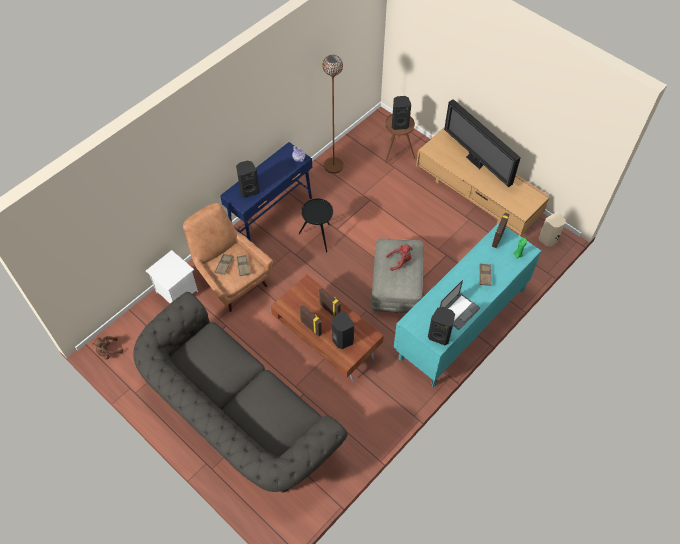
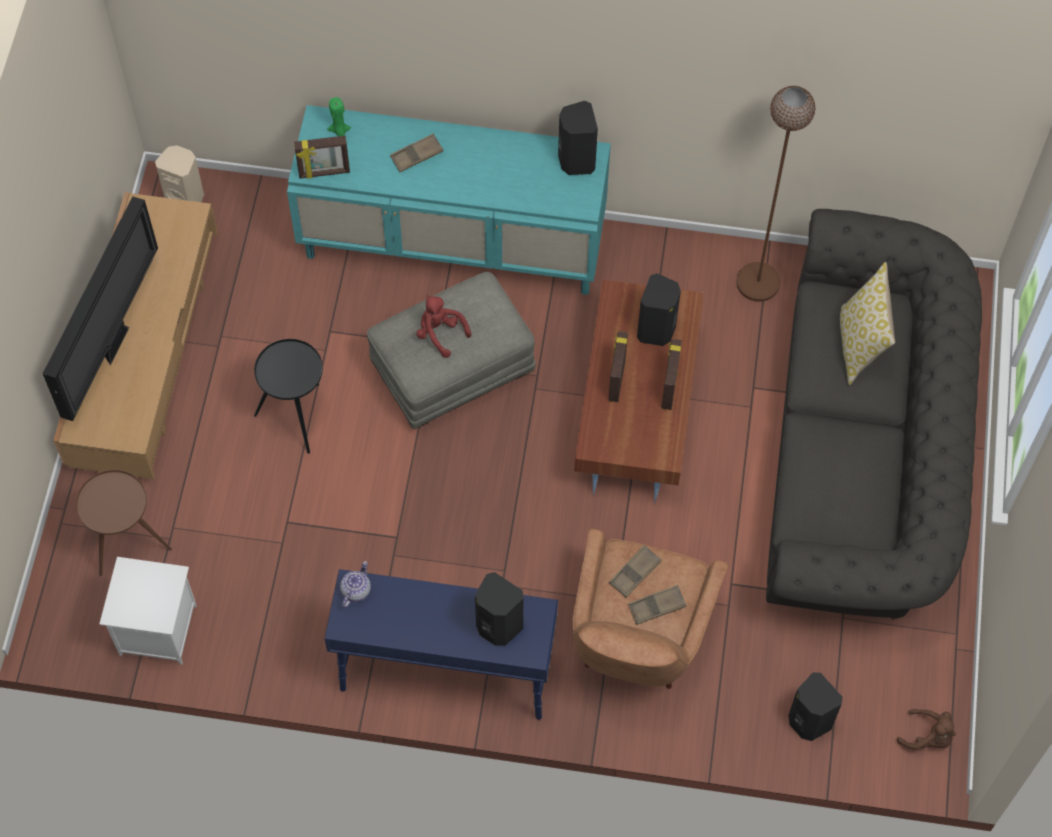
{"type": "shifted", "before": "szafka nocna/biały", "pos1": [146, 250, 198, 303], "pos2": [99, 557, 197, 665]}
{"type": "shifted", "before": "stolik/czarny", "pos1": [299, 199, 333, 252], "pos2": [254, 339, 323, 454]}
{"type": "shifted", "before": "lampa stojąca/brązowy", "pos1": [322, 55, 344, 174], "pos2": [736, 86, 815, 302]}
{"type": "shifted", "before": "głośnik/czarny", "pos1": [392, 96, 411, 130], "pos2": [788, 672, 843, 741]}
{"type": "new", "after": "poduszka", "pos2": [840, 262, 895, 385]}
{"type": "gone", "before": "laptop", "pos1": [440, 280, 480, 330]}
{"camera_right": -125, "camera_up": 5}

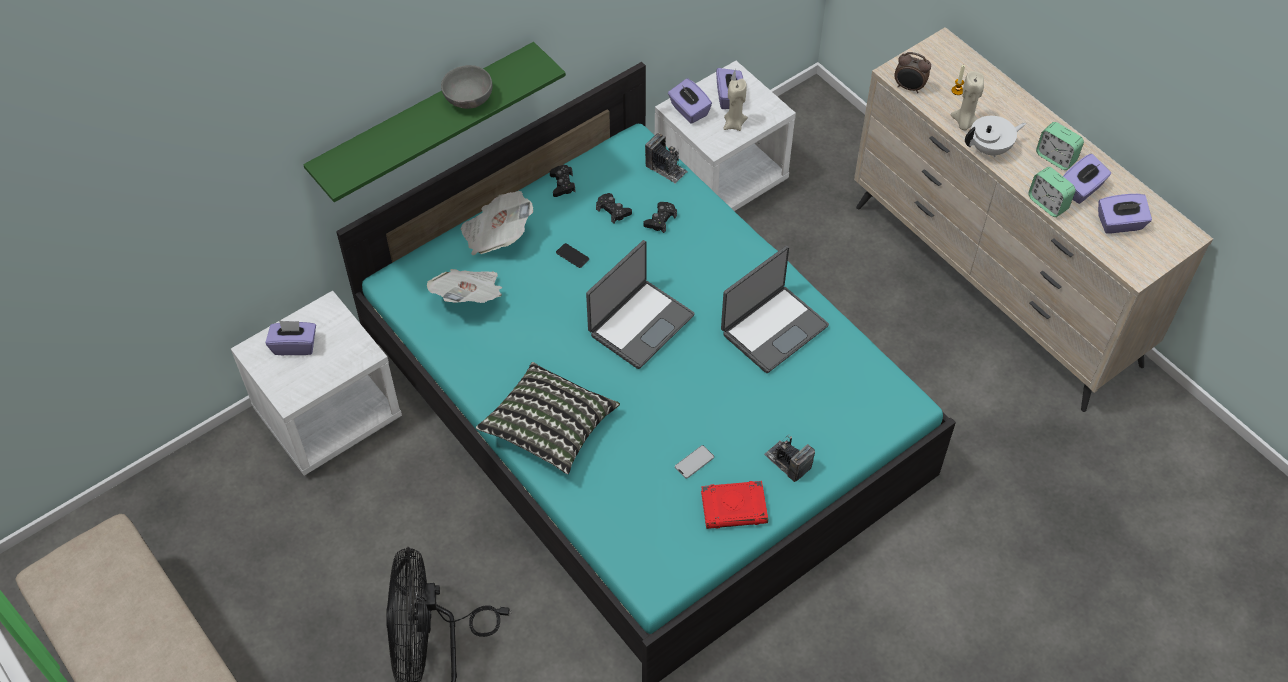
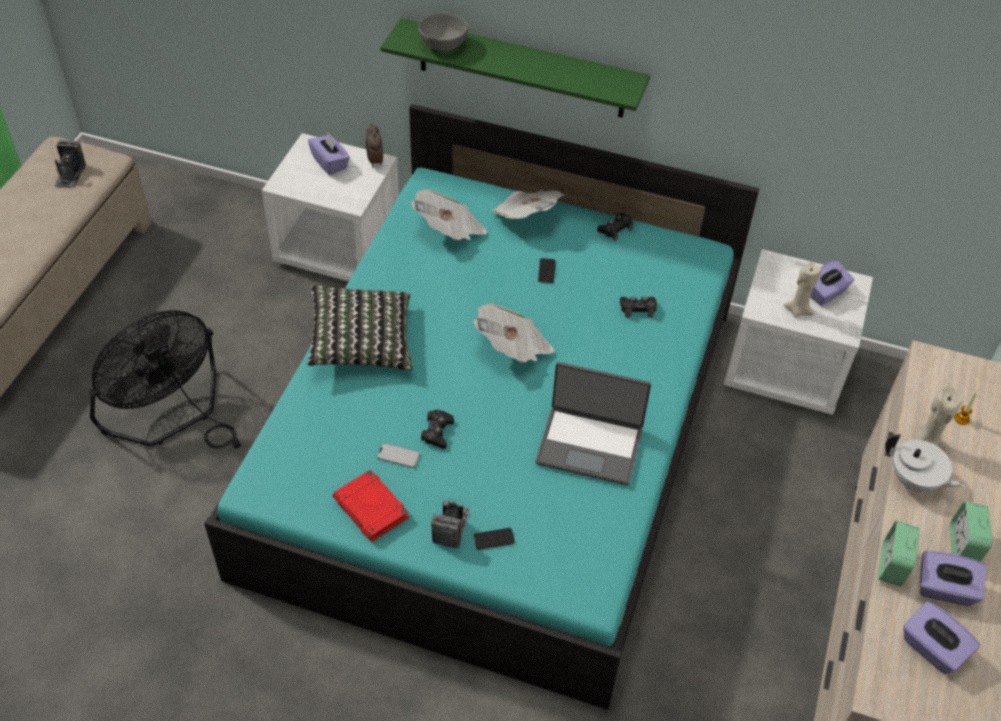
{"type": "shifted", "before": "aparat fotograficzny", "pos1": [645, 133, 688, 184], "pos2": [54, 140, 86, 188]}
{"type": "shifted", "before": "budzik", "pos1": [894, 52, 931, 93], "pos2": [366, 123, 383, 168]}
{"type": "shifted", "before": "miska/szary", "pos1": [441, 65, 492, 109], "pos2": [418, 13, 468, 51]}
{"type": "shifted", "before": "pad do gier/czarny", "pos1": [596, 193, 632, 223], "pos2": [421, 410, 454, 449]}
{"type": "swapped", "before": "laptop", "after": "gazeta", "pos1": [586, 240, 695, 369], "pos2": [473, 303, 555, 363]}
{"type": "new", "after": "telefon", "pos2": [474, 528, 515, 550]}
{"type": "gone", "before": "pudełko chusteczek/fioletowy", "pos1": [668, 78, 712, 124]}
{"camera_right": 55, "camera_up": -5}

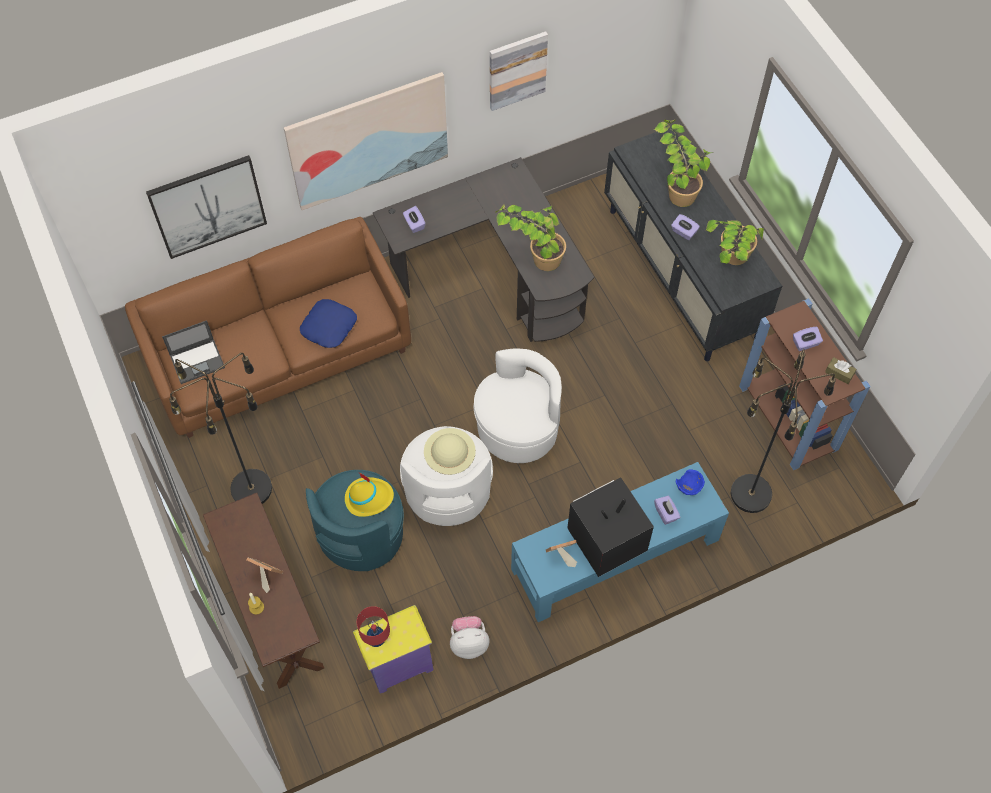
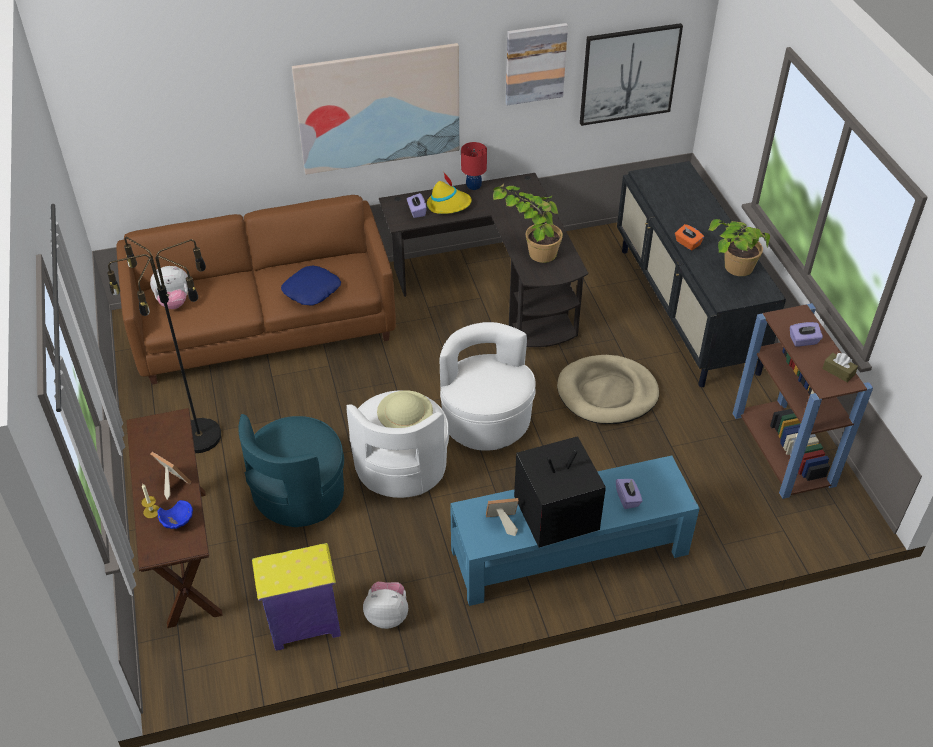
{"type": "swapped", "before": "laptop", "after": "pluszak", "pos1": [162, 320, 225, 384], "pos2": [150, 266, 188, 309]}
{"type": "shifted", "before": "miska/niebieski", "pos1": [675, 470, 705, 495], "pos2": [157, 500, 193, 529]}
{"type": "shifted", "before": "kapelusz/żółty", "pos1": [345, 473, 394, 517], "pos2": [427, 173, 472, 214]}
{"type": "rotated", "before": "fotel/biały", "pos1": [474, 349, 562, 463], "pos2": [440, 322, 536, 451], "turn": -75}
{"type": "shifted", "before": "lampa stołowa/czerwony", "pos1": [357, 606, 390, 647], "pos2": [461, 142, 487, 190]}
{"type": "new", "after": "legowisko/beżowy", "pos2": [557, 355, 659, 424]}
{"type": "shifted", "before": "obraz", "pos1": [146, 155, 267, 259], "pos2": [580, 23, 683, 126]}
{"type": "repainted", "before": "pudełko chusteczek/fioletowy", "after": "pudełko chusteczek/pomarańczowy", "pos1": [671, 214, 700, 240], "pos2": [675, 224, 704, 250]}
{"type": "gone", "before": "roślina doniczkowa", "pos1": [654, 120, 711, 207]}
{"type": "gone", "before": "lampa stojąca", "pos1": [731, 349, 836, 513]}
{"camera_right": 10, "camera_up": -15}

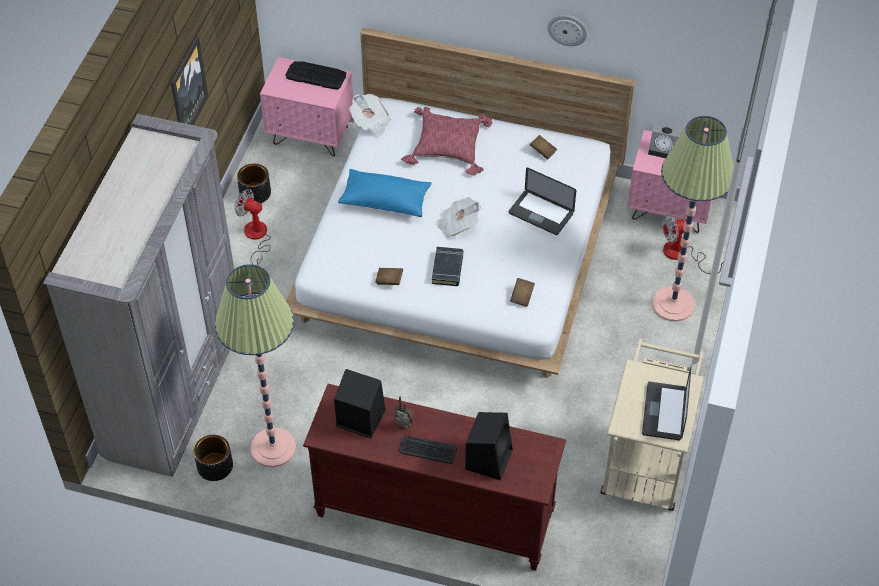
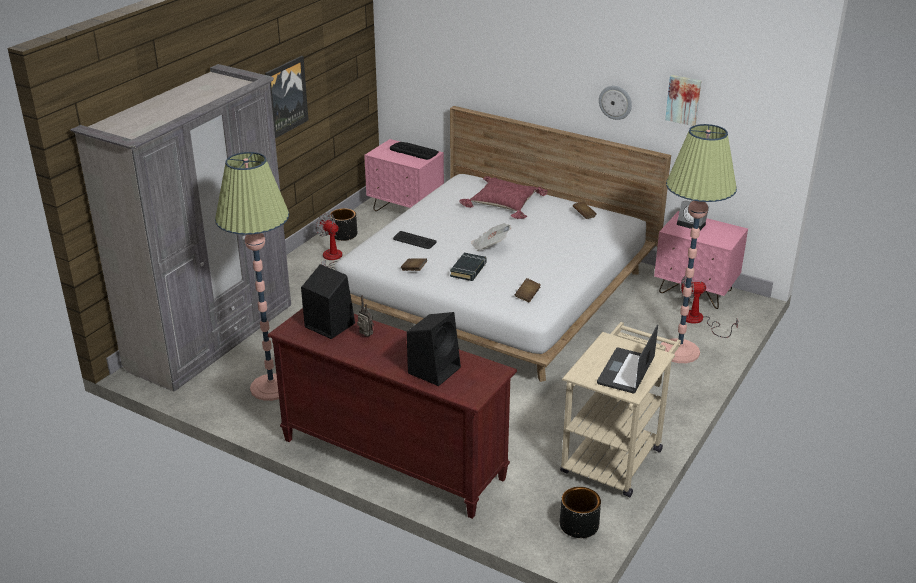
{"type": "shifted", "before": "klawiatura", "pos1": [399, 435, 457, 464], "pos2": [393, 231, 436, 249]}
{"type": "shifted", "before": "donica/czarny", "pos1": [194, 435, 233, 481], "pos2": [560, 487, 601, 538]}
{"type": "new", "after": "obraz", "pos2": [665, 75, 701, 126]}
{"type": "gone", "before": "poduszka/niebieski", "pos1": [338, 169, 432, 217]}
{"type": "gone", "before": "gazeta", "pos1": [349, 94, 391, 136]}
{"type": "gone", "before": "laptop", "pos1": [509, 167, 576, 235]}
{"camera_right": 15, "camera_up": -20}

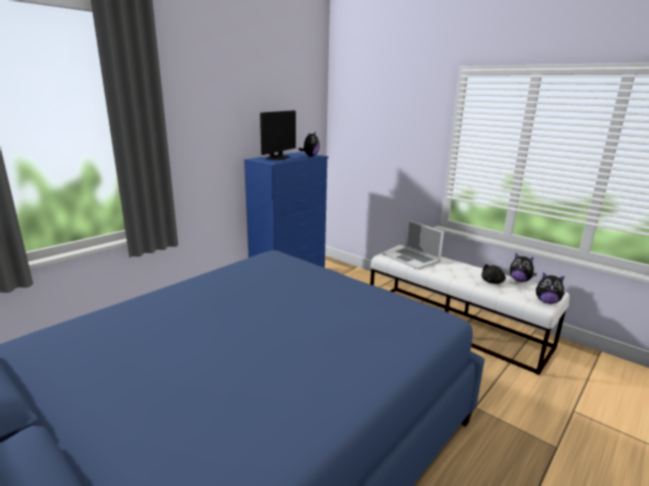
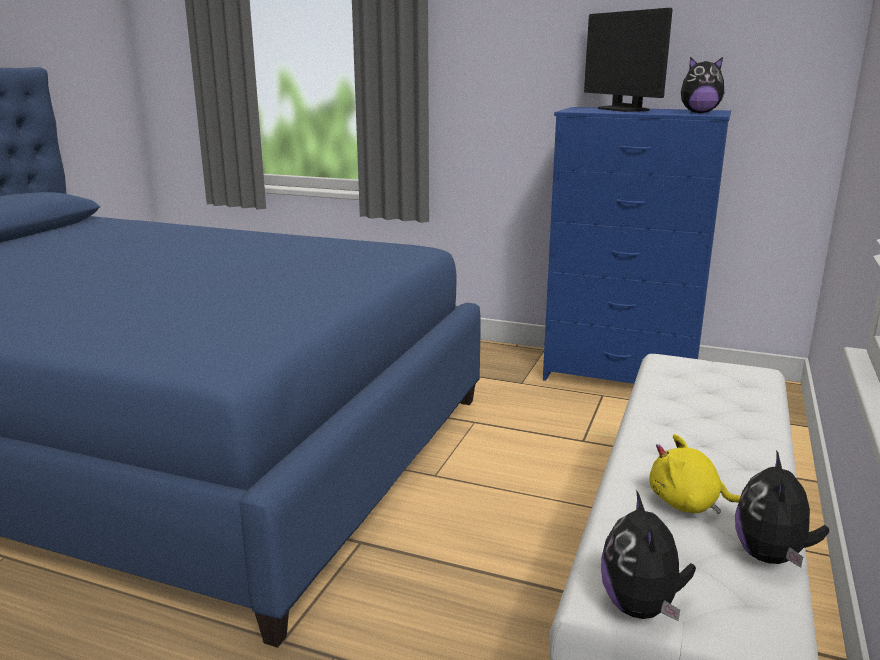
{"type": "rotated", "before": "monitor", "pos1": [260, 110, 296, 160], "pos2": [584, 8, 673, 112], "turn": 60}
{"type": "repainted", "before": "pluszak/czarny", "after": "pluszak/żółty", "pos1": [481, 264, 506, 284], "pos2": [649, 434, 741, 514]}
{"type": "gone", "before": "laptop", "pos1": [383, 220, 444, 270]}
{"camera_right": 70, "camera_up": 0}

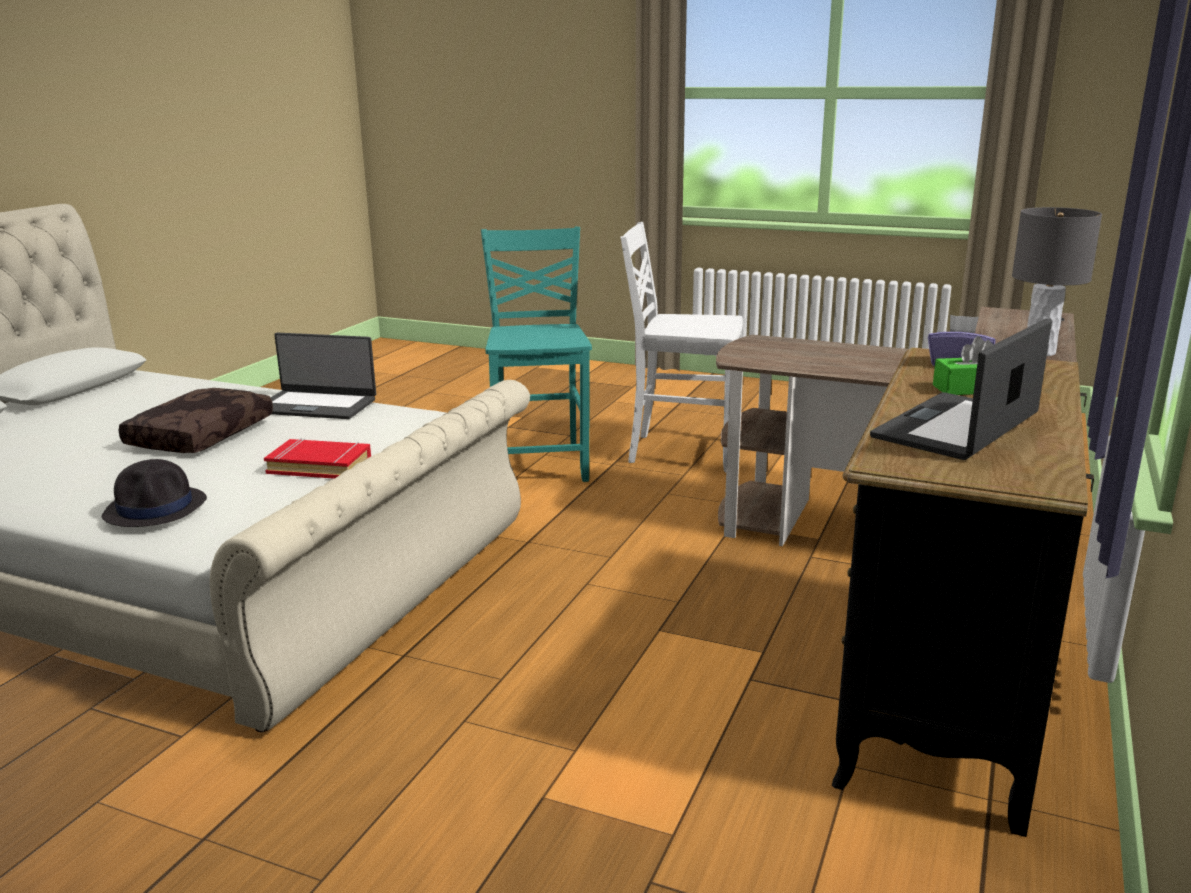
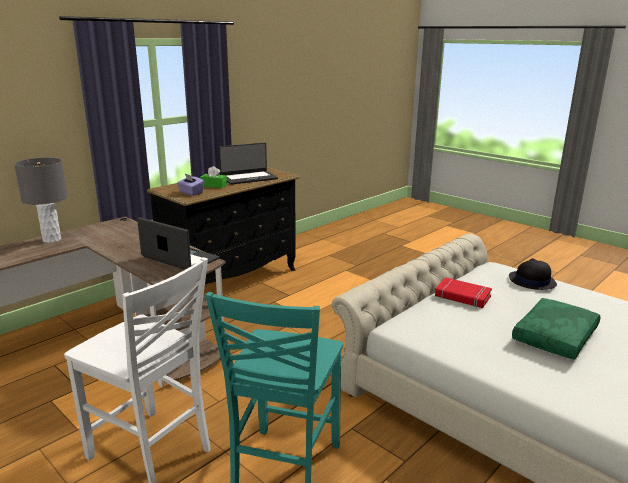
{"type": "shifted", "before": "laptop", "pos1": [271, 333, 376, 419], "pos2": [137, 217, 220, 270]}
{"type": "repainted", "before": "poduszka/brązowy", "after": "poduszka/zielony", "pos1": [118, 388, 273, 453], "pos2": [512, 298, 600, 360]}
{"camera_right": -160, "camera_up": 0}

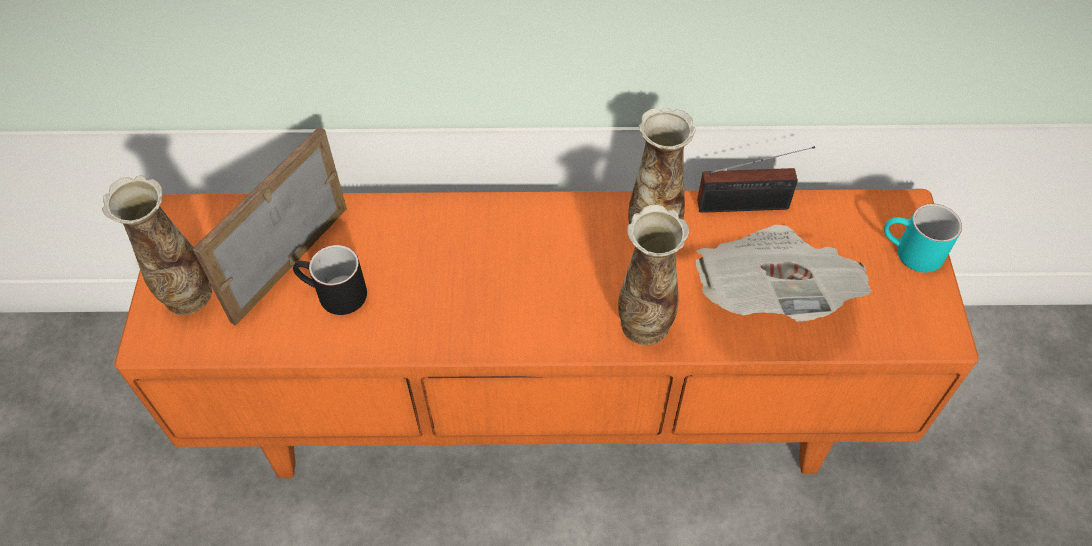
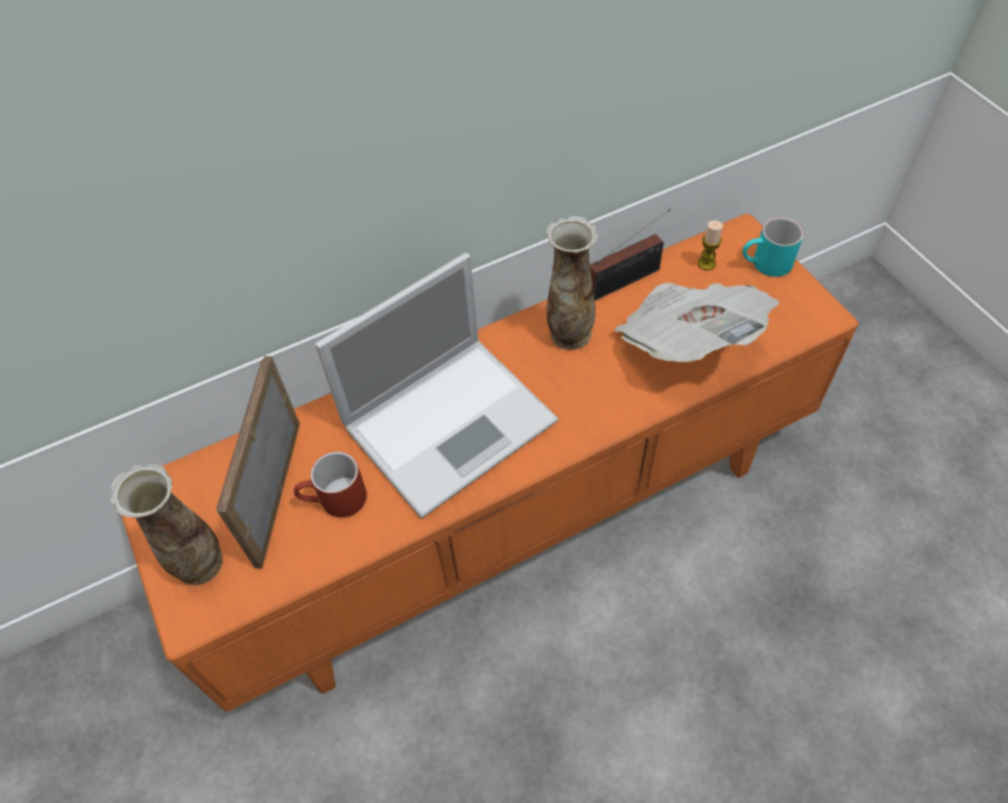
{"type": "repainted", "before": "kubek/czarny", "after": "kubek/czerwony", "pos1": [293, 245, 367, 315], "pos2": [294, 452, 367, 518]}
{"type": "new", "after": "laptop", "pos2": [315, 253, 558, 518]}
{"type": "new", "after": "świeca", "pos2": [698, 220, 723, 270]}
{"type": "gone", "before": "wazon", "pos1": [618, 205, 689, 345]}
{"camera_right": -25, "camera_up": 0}

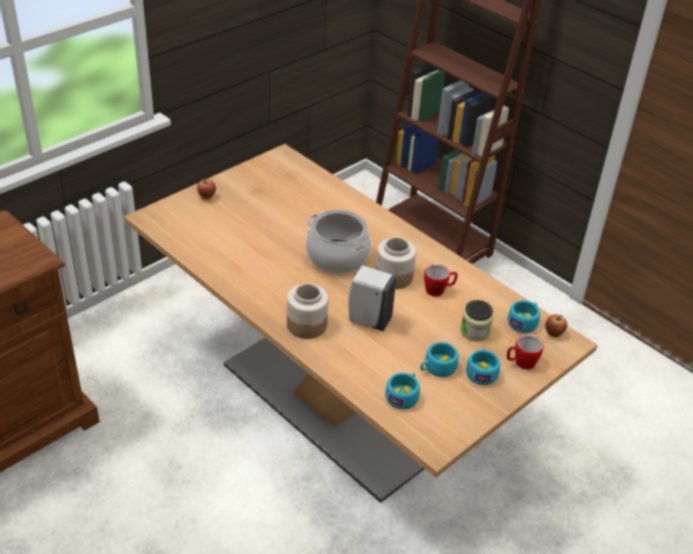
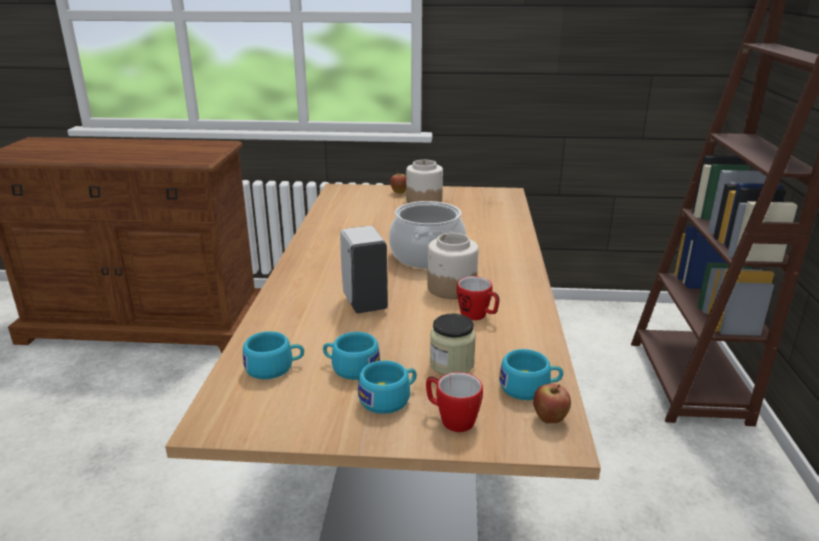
{"type": "shifted", "before": "słoik", "pos1": [287, 283, 329, 339], "pos2": [406, 160, 443, 203]}
{"camera_right": 50, "camera_up": -15}

